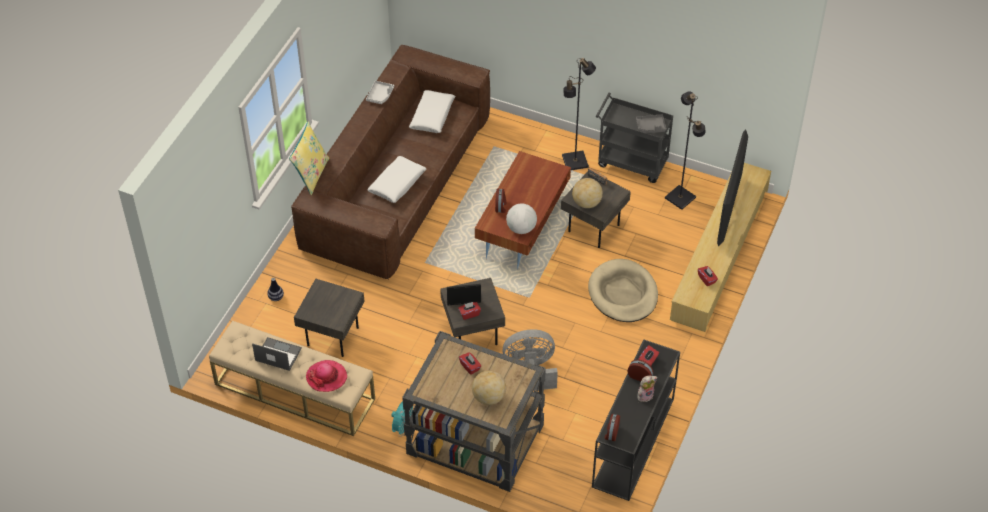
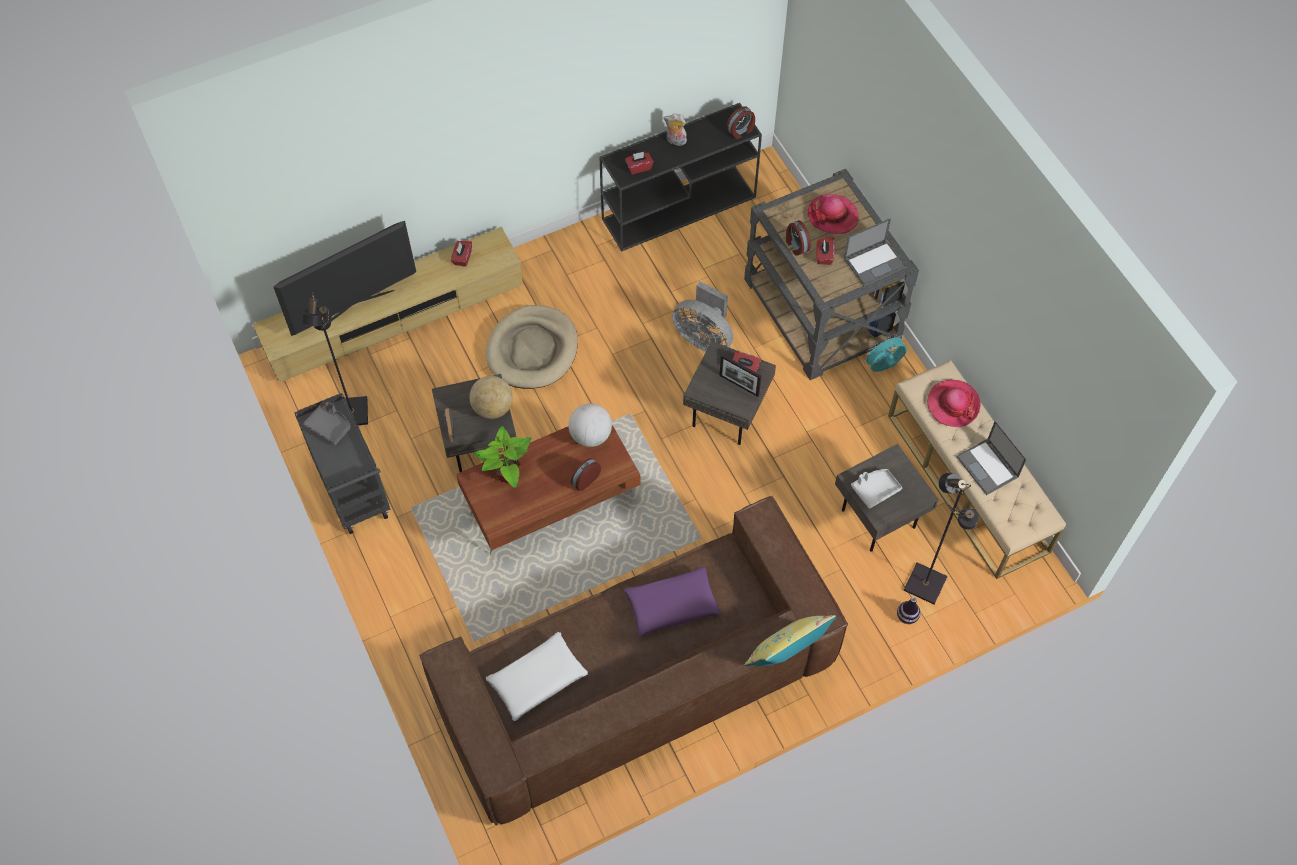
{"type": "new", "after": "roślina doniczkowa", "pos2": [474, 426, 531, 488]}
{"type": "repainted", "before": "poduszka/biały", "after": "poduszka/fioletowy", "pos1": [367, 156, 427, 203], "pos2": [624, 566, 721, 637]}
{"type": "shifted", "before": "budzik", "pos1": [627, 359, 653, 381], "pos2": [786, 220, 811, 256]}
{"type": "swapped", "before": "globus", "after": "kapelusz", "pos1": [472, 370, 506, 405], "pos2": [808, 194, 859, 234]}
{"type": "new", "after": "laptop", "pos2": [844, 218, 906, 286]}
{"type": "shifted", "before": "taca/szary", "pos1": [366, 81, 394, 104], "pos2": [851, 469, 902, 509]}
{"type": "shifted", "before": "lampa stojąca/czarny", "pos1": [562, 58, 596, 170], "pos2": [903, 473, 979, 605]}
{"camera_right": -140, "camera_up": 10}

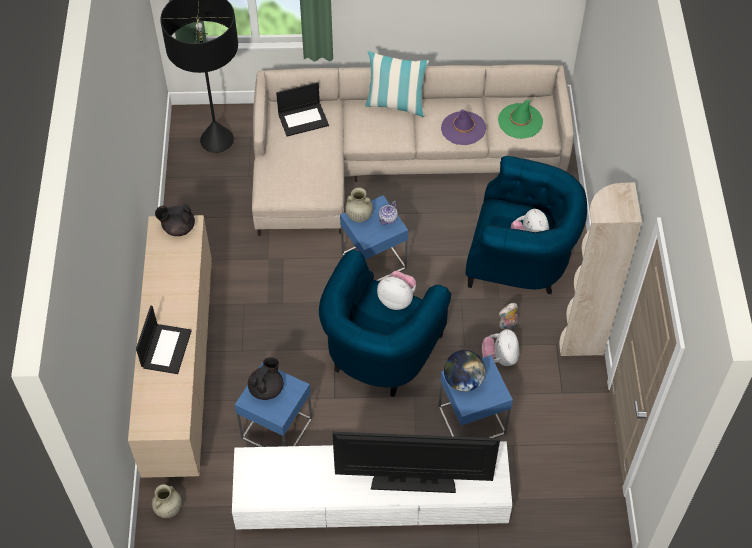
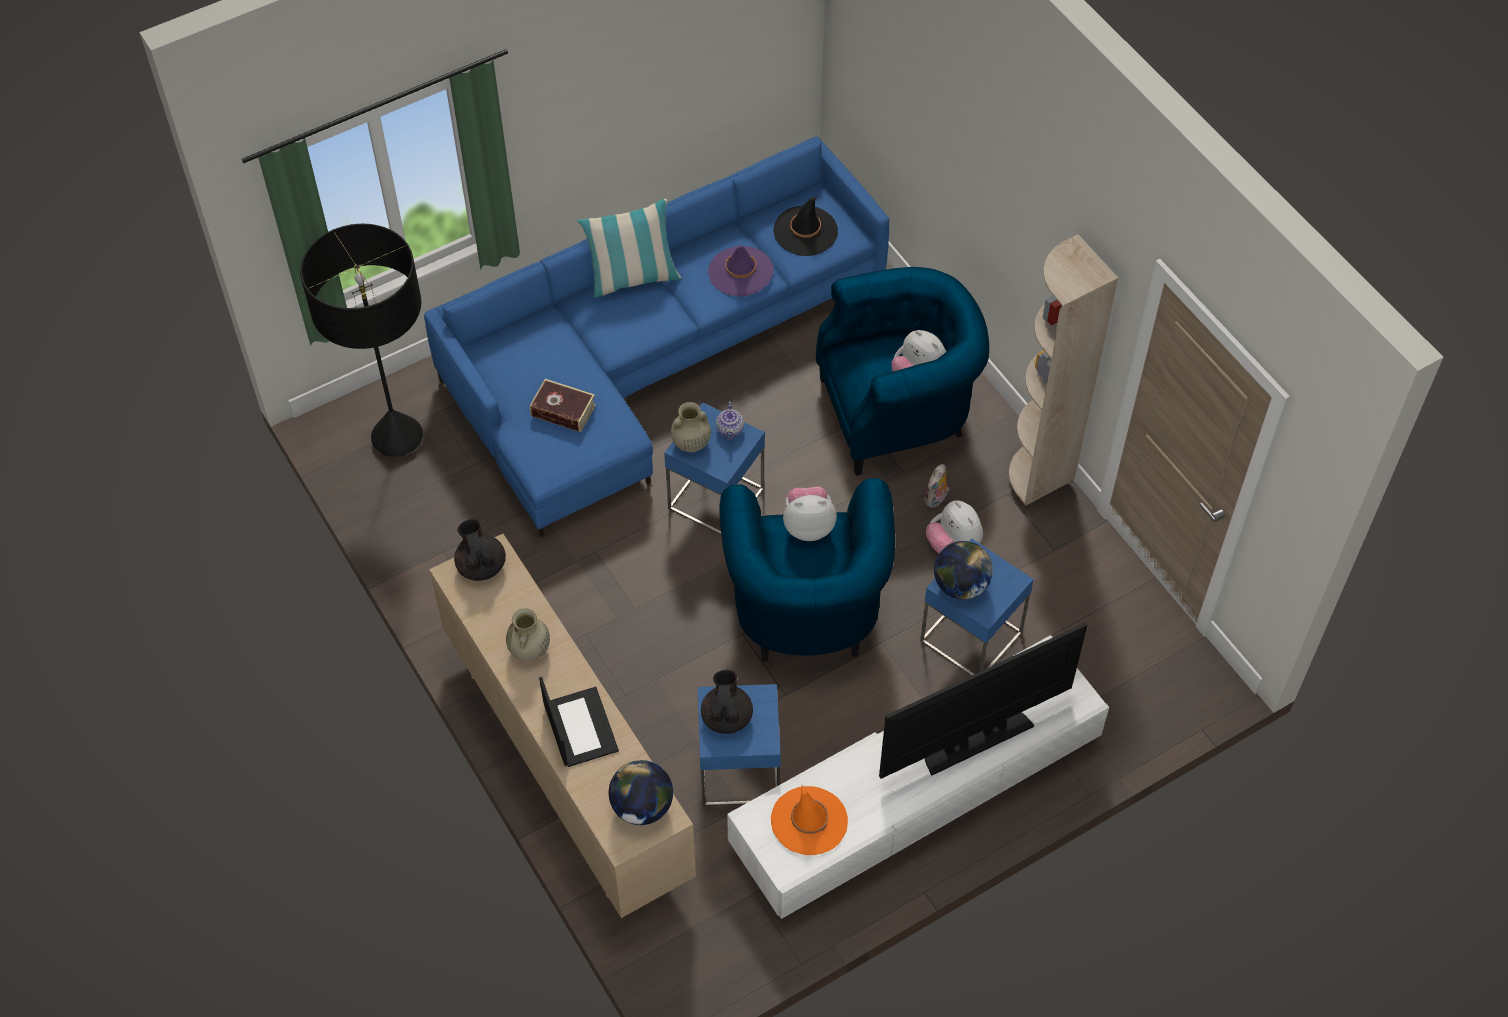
{"type": "repainted", "before": "kanapa/beżowy", "after": "kanapa/niebieski", "pos1": [252, 64, 574, 236], "pos2": [424, 137, 889, 537]}
{"type": "rotated", "before": "imbryk/czarny", "pos1": [155, 204, 195, 236], "pos2": [454, 519, 506, 581], "turn": 105}
{"type": "shifted", "before": "wazon/beżowy", "pos1": [152, 484, 182, 518], "pos2": [506, 608, 550, 661]}
{"type": "new", "after": "książka", "pos2": [530, 379, 596, 432]}
{"type": "new", "after": "globus", "pos2": [609, 760, 673, 825]}
{"type": "new", "after": "kapelusz/pomarańczowy", "pos2": [771, 786, 848, 855]}
{"type": "repainted", "before": "kapelusz/zielony", "after": "kapelusz/czarny", "pos1": [498, 100, 543, 139], "pos2": [773, 197, 838, 256]}
{"type": "gone", "before": "laptop", "pos1": [276, 82, 329, 136]}
{"camera_right": -30, "camera_up": 0}

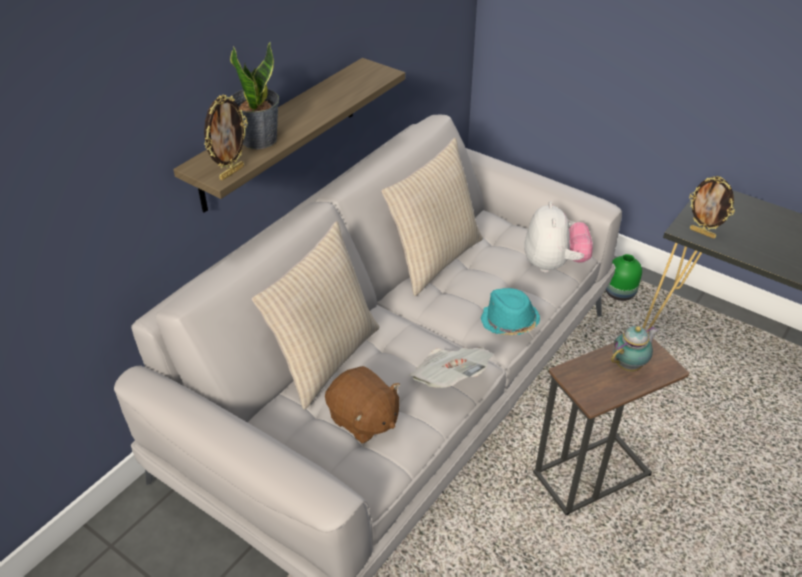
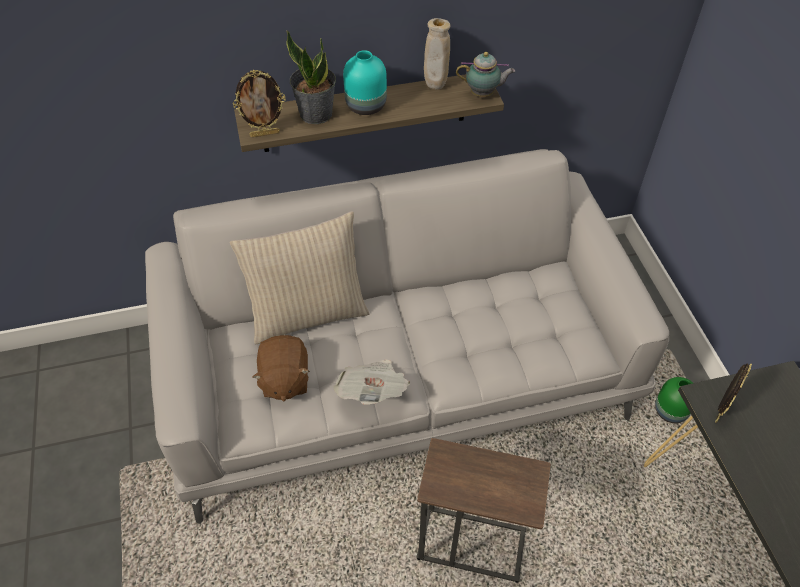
{"type": "new", "after": "wazon/turkusowy", "pos2": [343, 50, 387, 115]}
{"type": "new", "after": "wazon/beżowy", "pos2": [424, 18, 450, 90]}
{"type": "shifted", "before": "imbryk", "pos1": [611, 326, 659, 372], "pos2": [456, 52, 515, 97]}
{"type": "rotated", "before": "ramka na zdjęcie", "pos1": [689, 176, 735, 238], "pos2": [715, 364, 752, 423], "turn": -135}
{"type": "gone", "before": "poduszka/beżowy", "pos1": [381, 138, 483, 296]}
{"type": "gone", "before": "kapelusz/turkusowy", "pos1": [481, 288, 540, 335]}
{"type": "gone", "before": "pluszak", "pos1": [524, 201, 593, 273]}
{"camera_right": 40, "camera_up": 10}

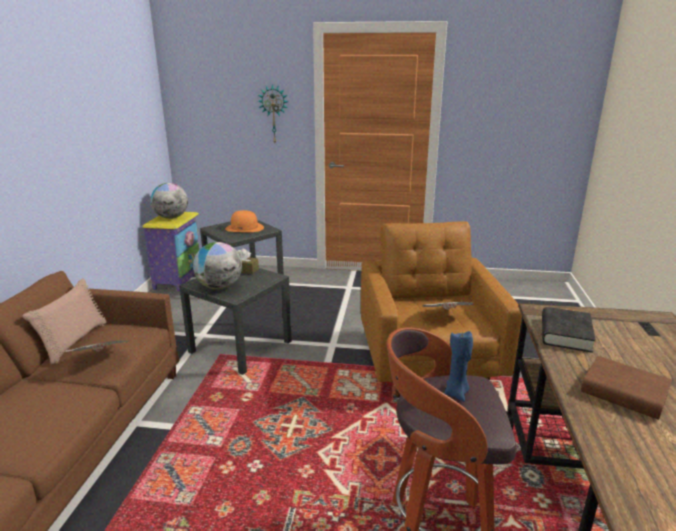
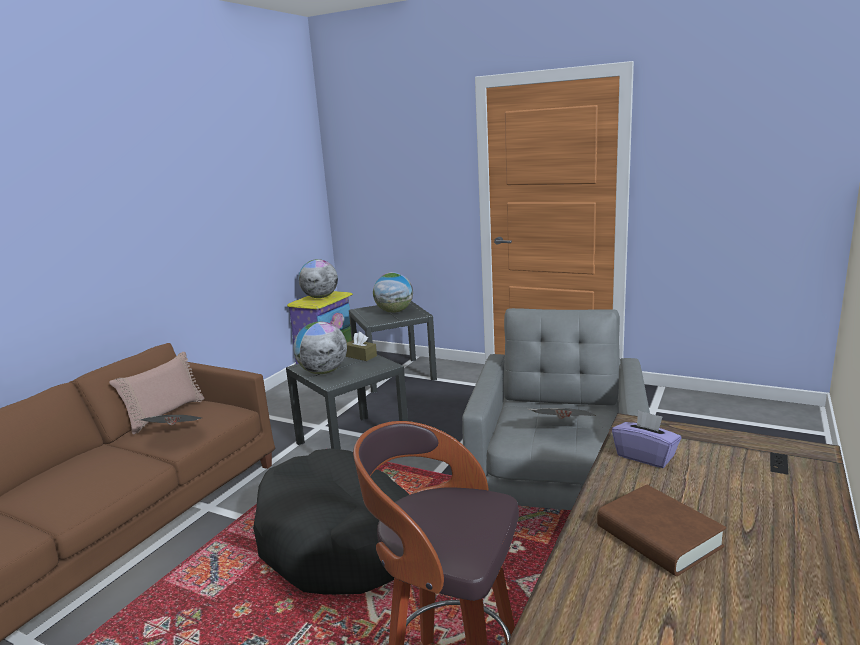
{"type": "new", "after": "legowisko/czarny", "pos2": [253, 448, 410, 595]}
{"type": "swapped", "before": "kapelusz/pomarańczowy", "after": "globus", "pos1": [225, 210, 264, 232], "pos2": [373, 272, 413, 313]}
{"type": "repainted", "before": "fotel/brązowy", "after": "fotel/szary", "pos1": [361, 221, 522, 397], "pos2": [462, 308, 650, 510]}
{"type": "swapped", "before": "książka/czarny", "after": "pudełko chusteczek/fioletowy", "pos1": [542, 307, 596, 353], "pos2": [612, 410, 682, 468]}
{"type": "gone", "before": "zegar ścienny", "pos1": [258, 84, 289, 143]}
{"type": "gone", "before": "świeca/niebieski", "pos1": [444, 331, 473, 402]}
{"camera_right": 20, "camera_up": -5}

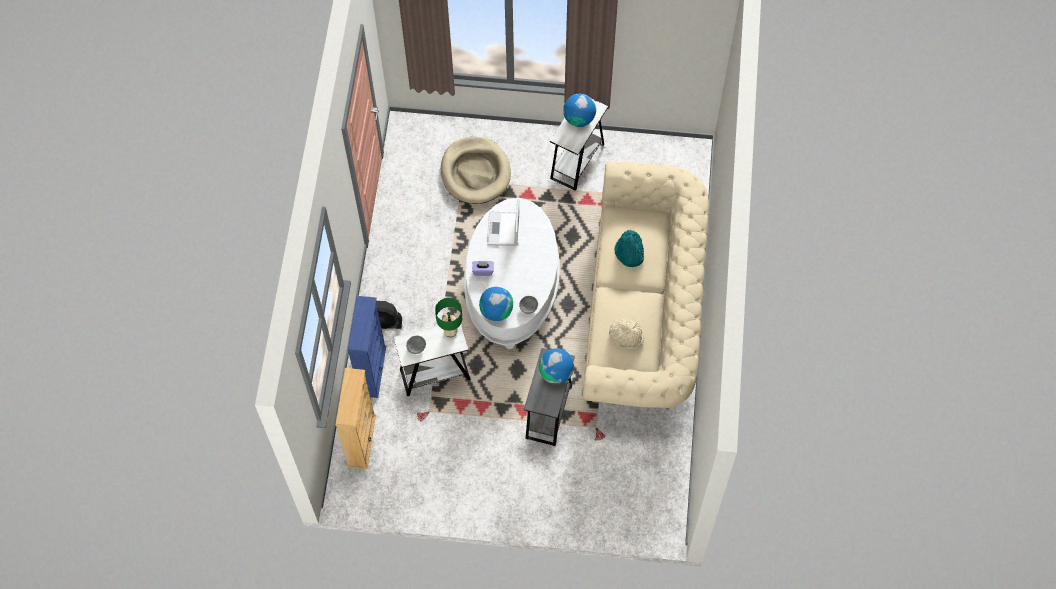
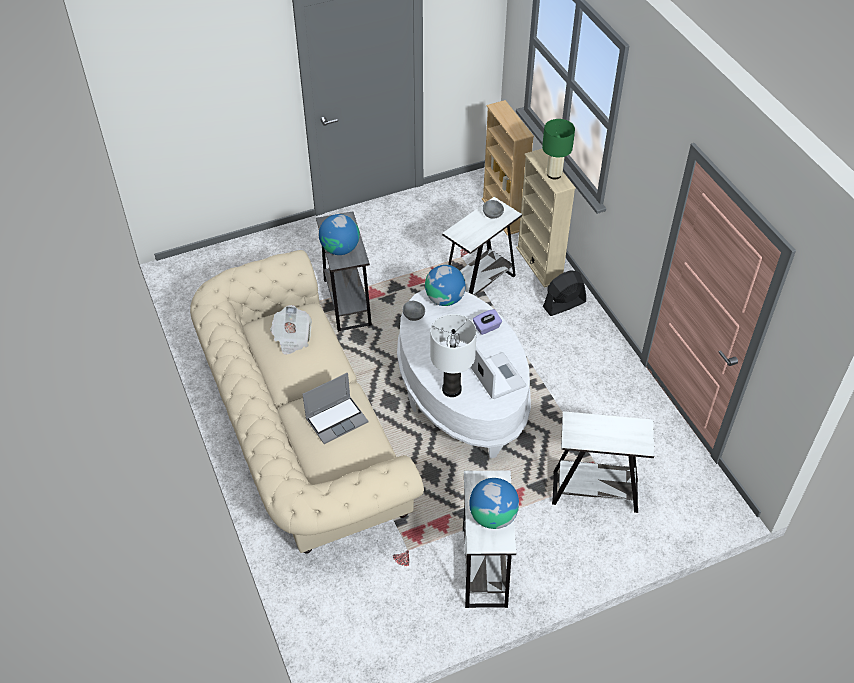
{"type": "swapped", "before": "kapelusz/beżowy", "after": "gazeta", "pos1": [609, 318, 644, 350], "pos2": [270, 305, 312, 355]}
{"type": "swapped", "before": "kapelusz/turkusowy", "after": "laptop", "pos1": [614, 230, 644, 267], "pos2": [303, 373, 368, 444]}
{"type": "new", "after": "lampa stołowa/biały", "pos2": [430, 314, 477, 397]}
{"type": "repainted", "before": "regał/niebieski", "after": "regał/beżowy", "pos1": [348, 296, 386, 398], "pos2": [516, 148, 576, 288]}
{"type": "shifted", "before": "lampa stołowa/zielony", "pos1": [435, 298, 462, 337], "pos2": [542, 119, 575, 179]}
{"type": "swapped", "before": "legowisko/beżowy", "after": "stolik/biały", "pos1": [441, 137, 511, 204], "pos2": [552, 411, 654, 513]}
{"camera_right": 150, "camera_up": -15}

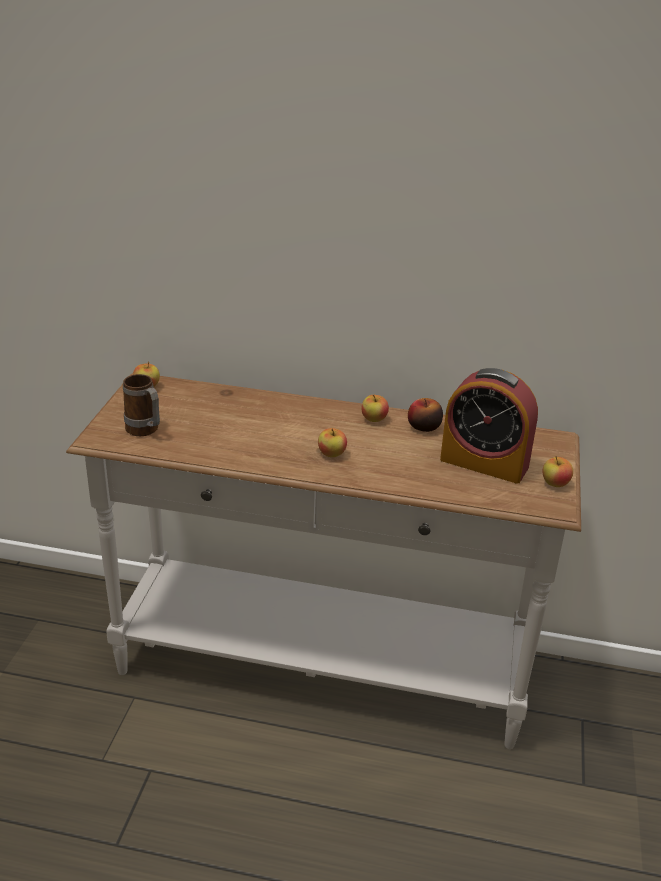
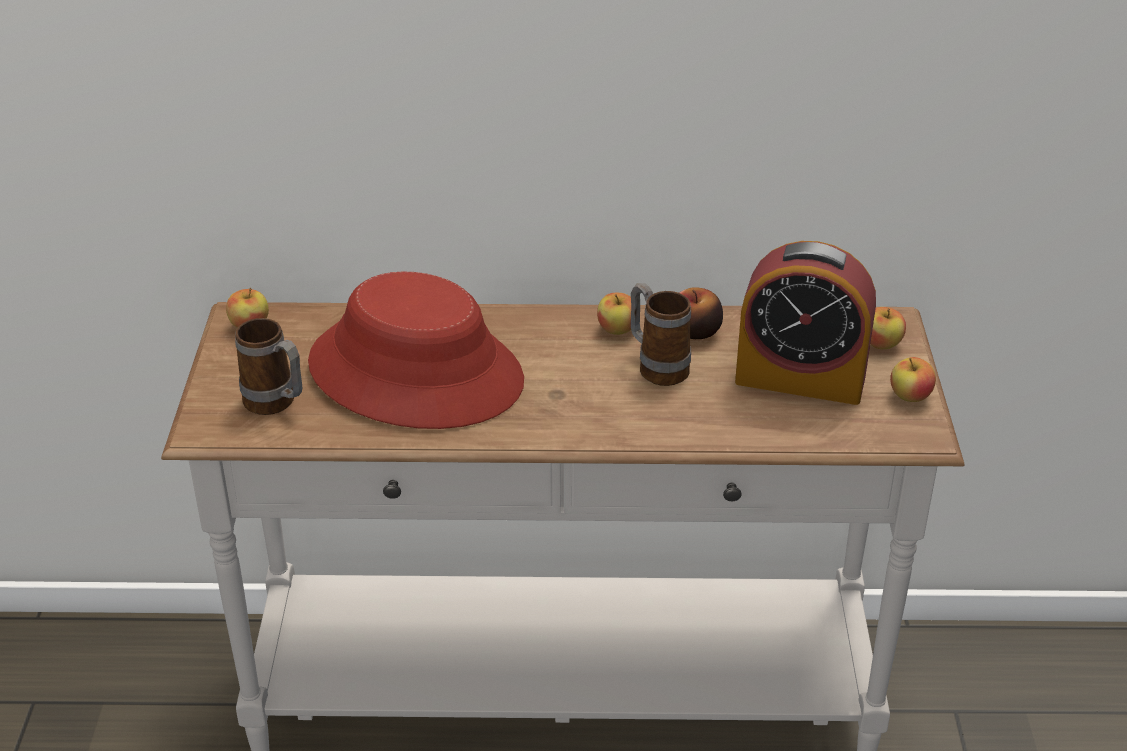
{"type": "new", "after": "kapelusz/czerwony", "pos2": [308, 272, 524, 429]}
{"type": "new", "after": "kubek", "pos2": [631, 283, 691, 386]}
{"type": "shifted", "before": "jabłko", "pos1": [318, 428, 347, 457], "pos2": [870, 307, 906, 349]}
{"camera_right": -10, "camera_up": 5}

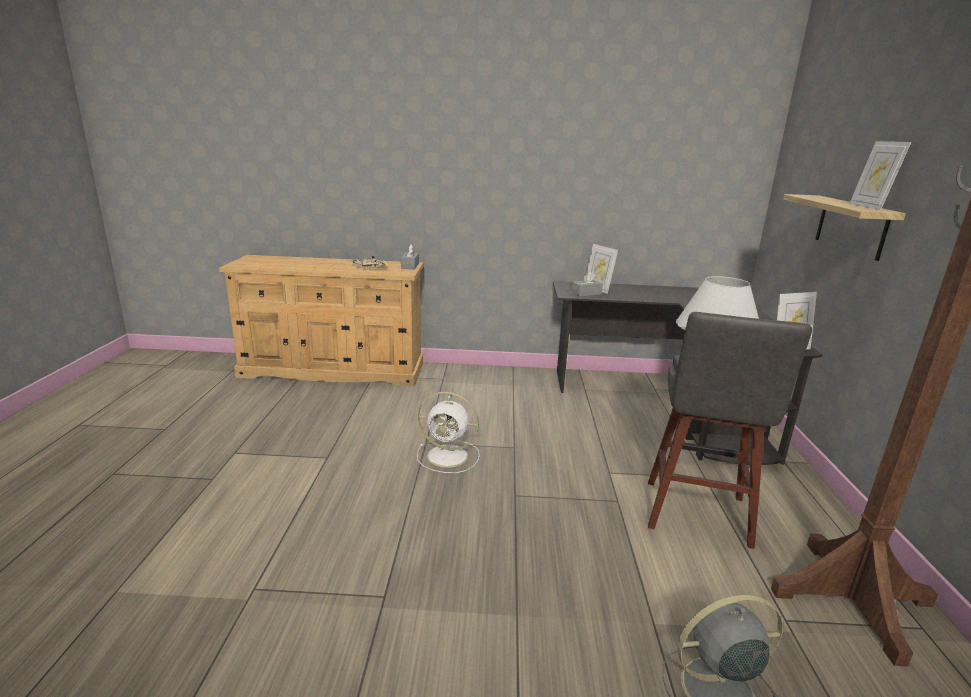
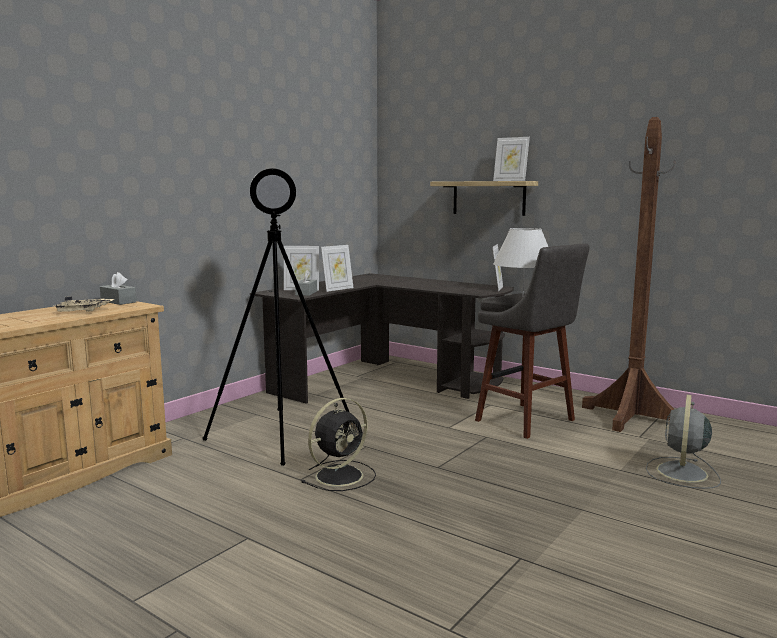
{"type": "new", "after": "lampa stojąca/czarny", "pos2": [203, 168, 349, 466]}
{"type": "repainted", "before": "wentylator/biały", "after": "wentylator/czarny", "pos1": [417, 391, 480, 473], "pos2": [301, 398, 376, 491]}
{"type": "new", "after": "ramka na zdjęcie", "pos2": [321, 245, 353, 292]}
{"camera_right": -55, "camera_up": -10}

